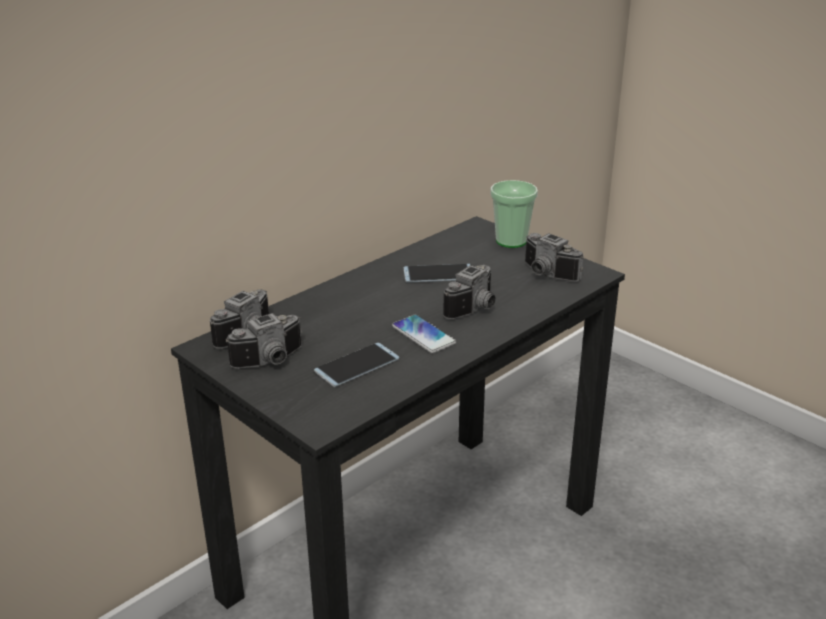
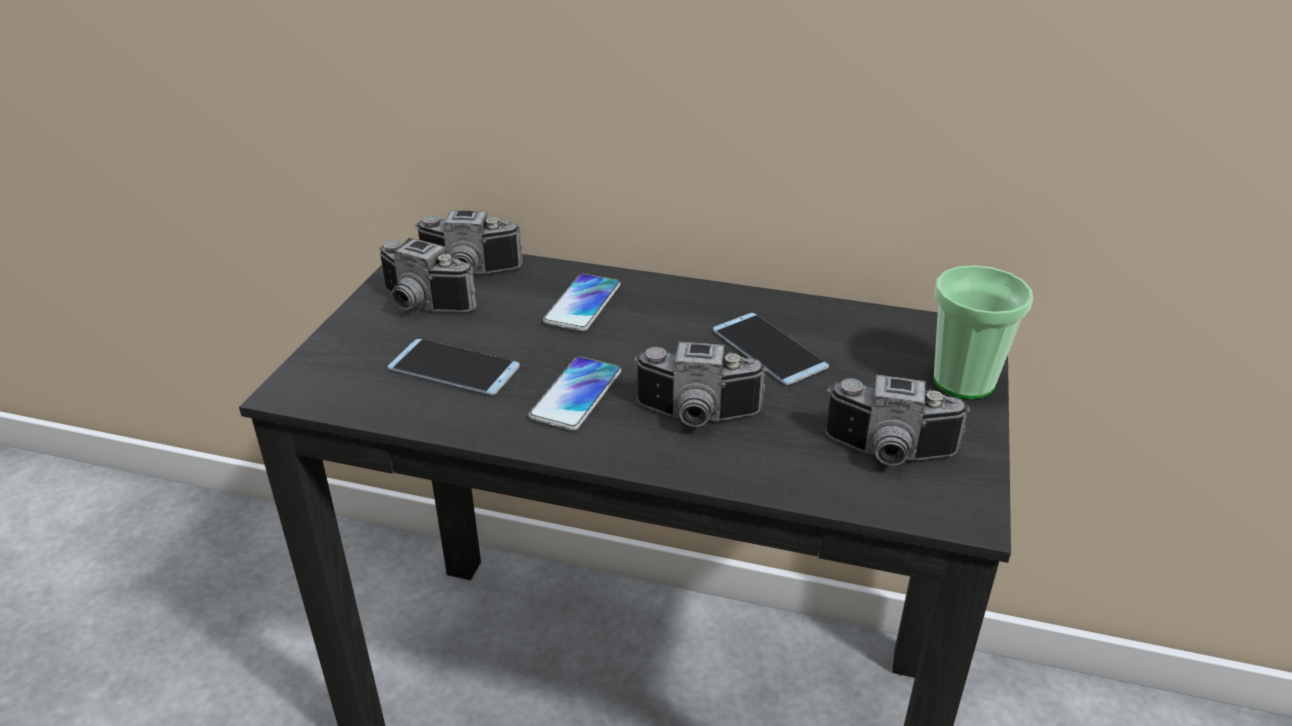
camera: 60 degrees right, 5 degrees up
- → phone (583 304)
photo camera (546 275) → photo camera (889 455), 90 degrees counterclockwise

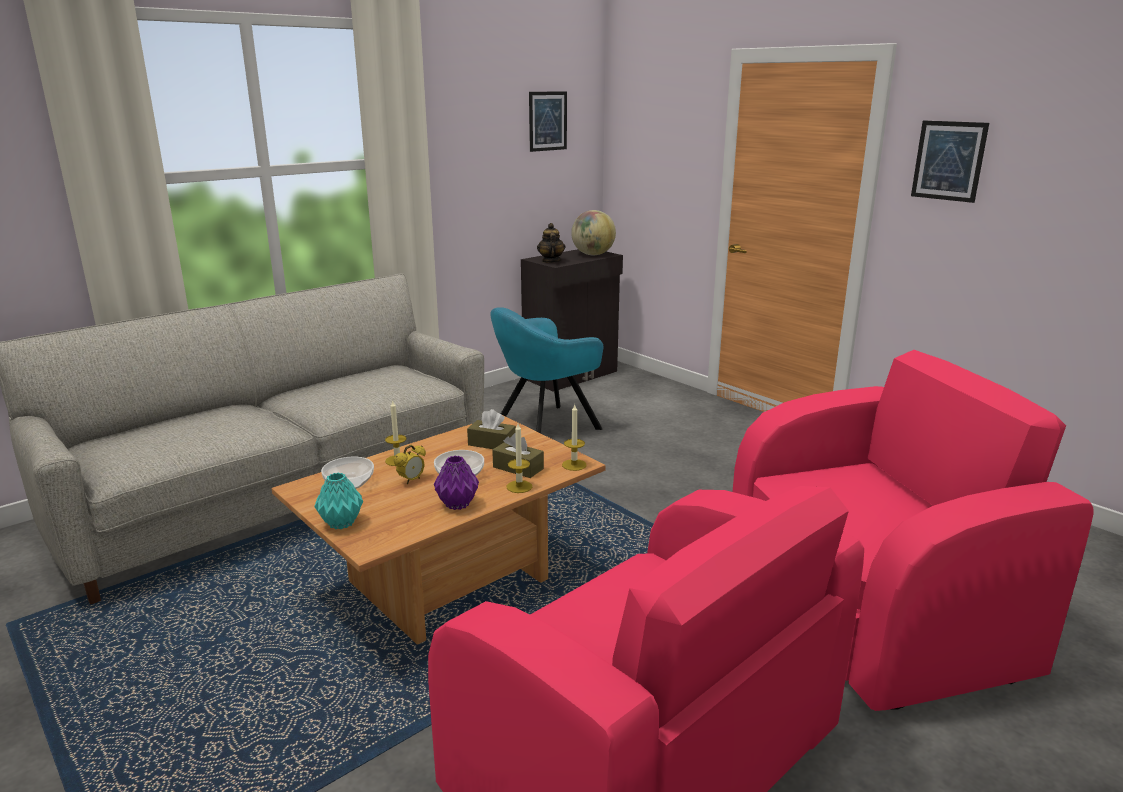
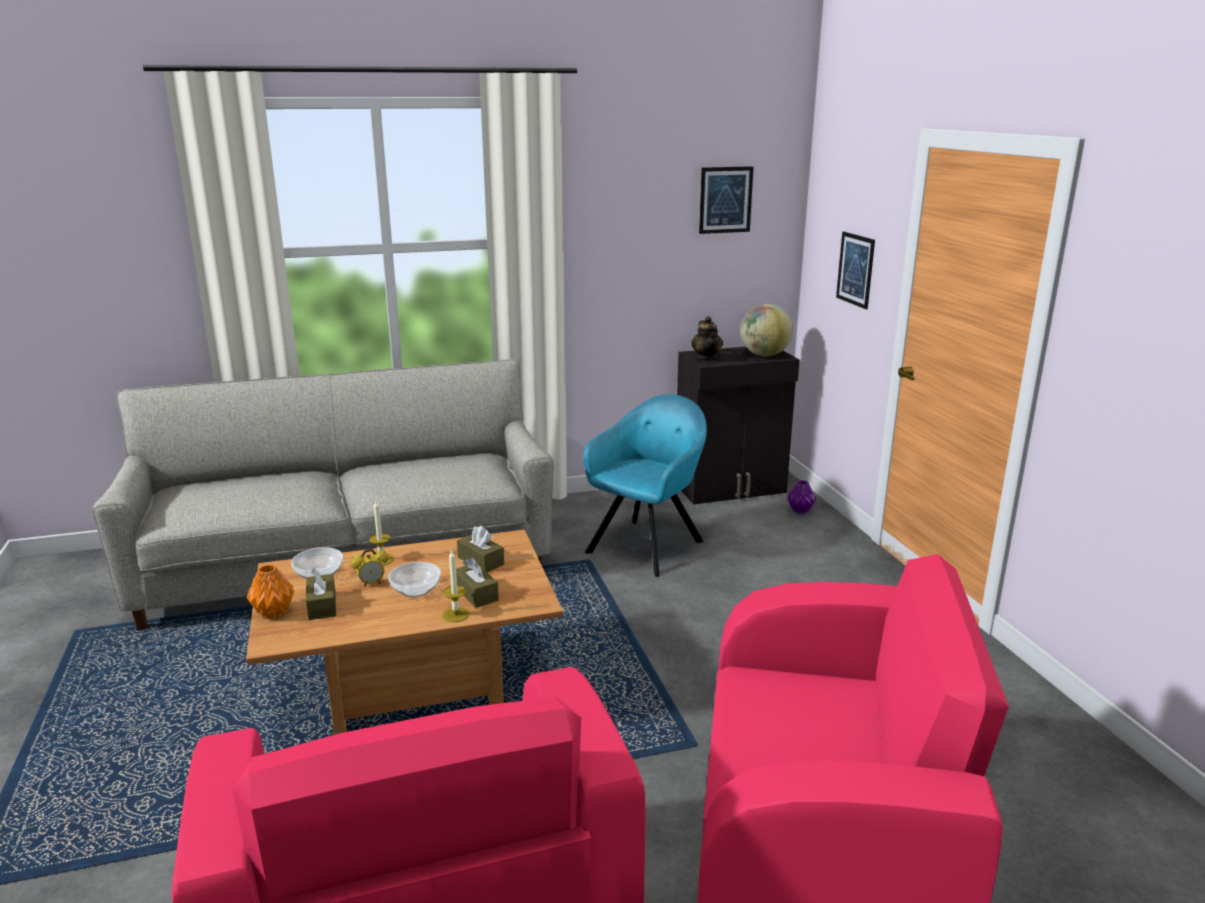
camera: 25 degrees right, 0 degrees up
turquoise vase (341 524) → orange vase (273 613)
- → brown tissue box (322 605)
turquoise armchair (544 427) → turquoise armchair (648 544), 135 degrees clockwise
teapot (551 261) → teapot (706 358), 150 degrees clockwise
purple vase (457 504) → purple vase (800 511), relocated
picture (948 161) → picture (855 269), relocated
candle (574 465) → -

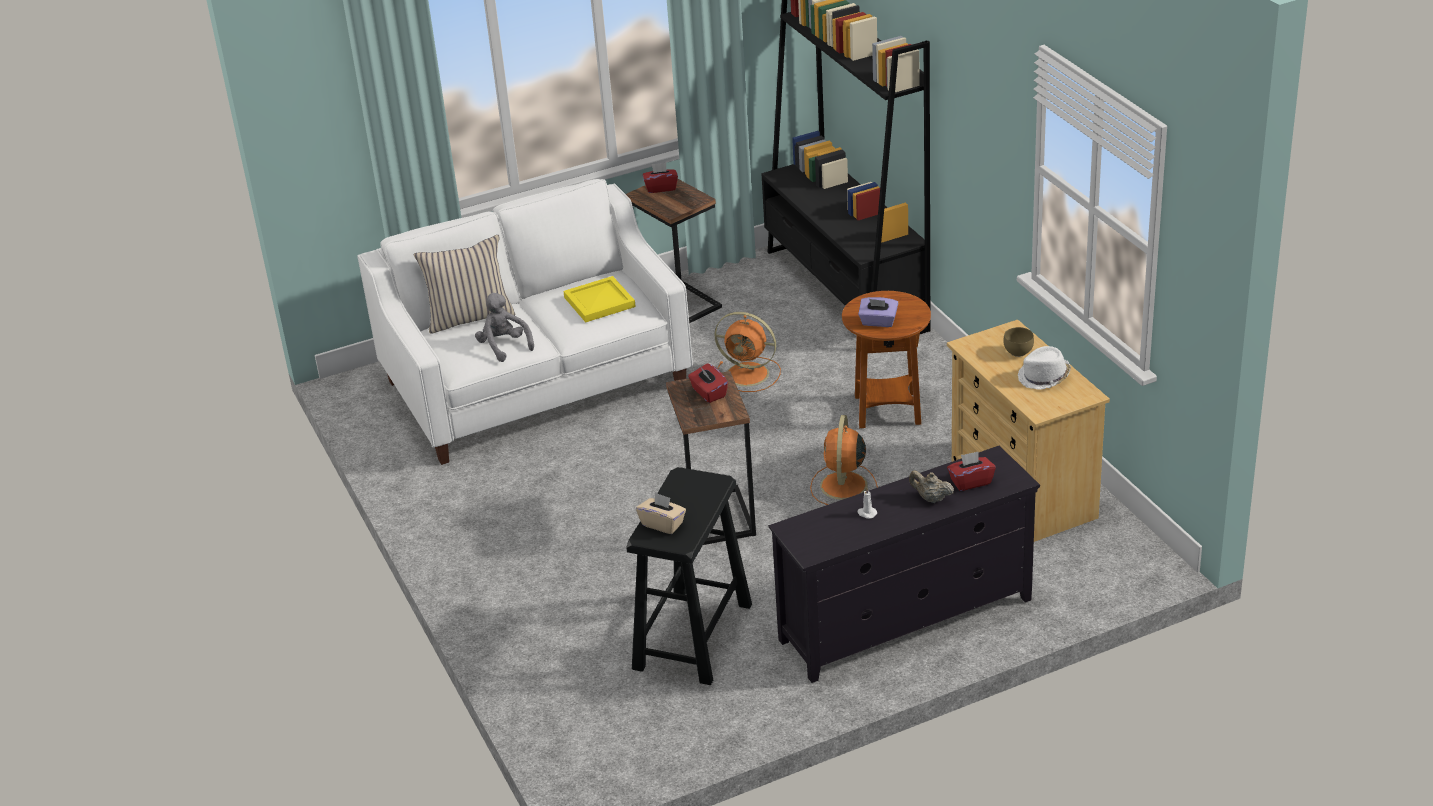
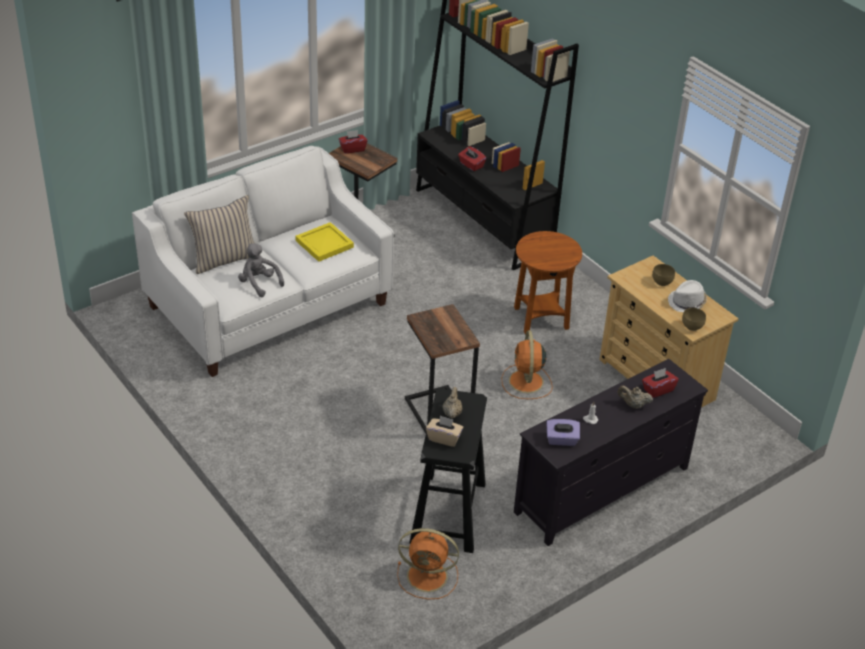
camera: 15 degrees left, 5 degrees up
orange fan (749 374) → orange fan (429 576), relocated
- → beige teapot (452 413)
red tissue box (708 393) → red tissue box (471 165), relocated
purple tissue box (878 322) → purple tissue box (561 440), relocated
- → brown bowl (692 326)

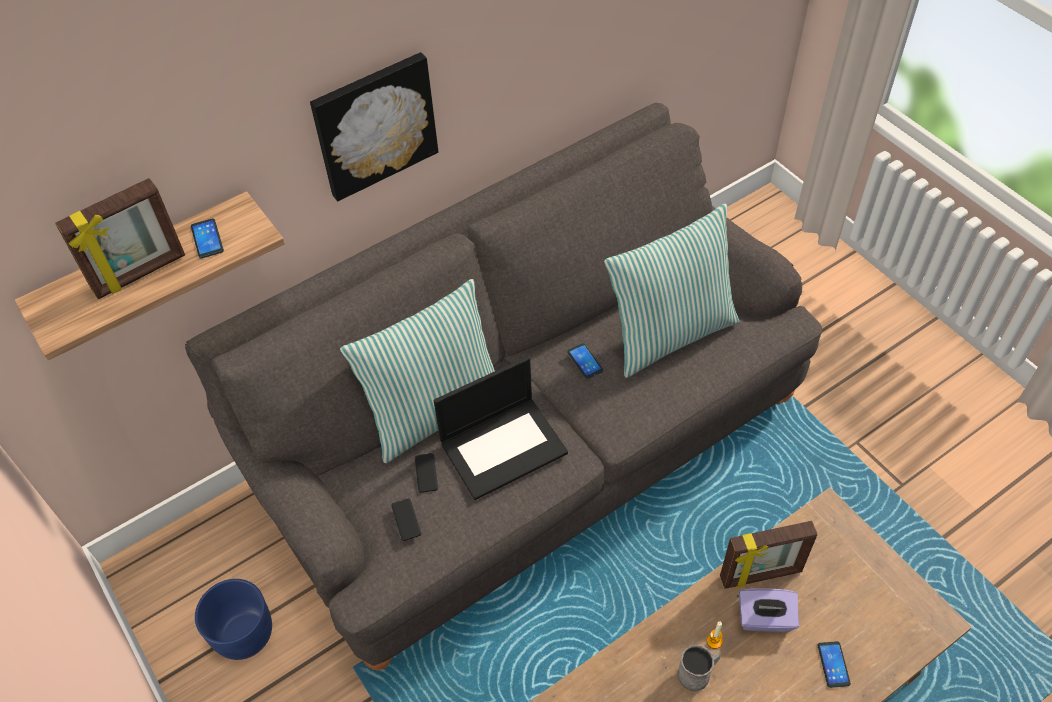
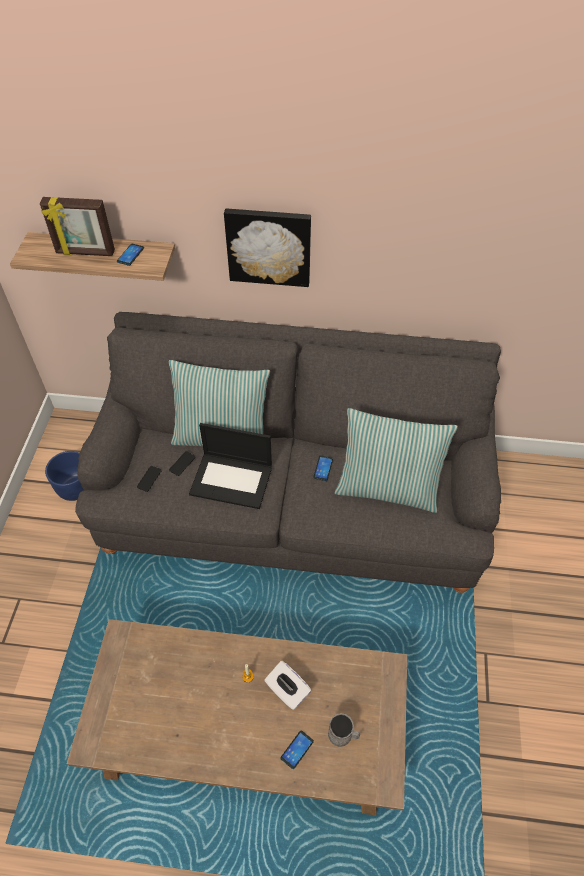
camera: 40 degrees right, 0 degrees up
purple tissue box (765 619) → white tissue box (287 691)
grey mug (697 673) → grey mug (343 735), relocated
picture frame (761 575) → -

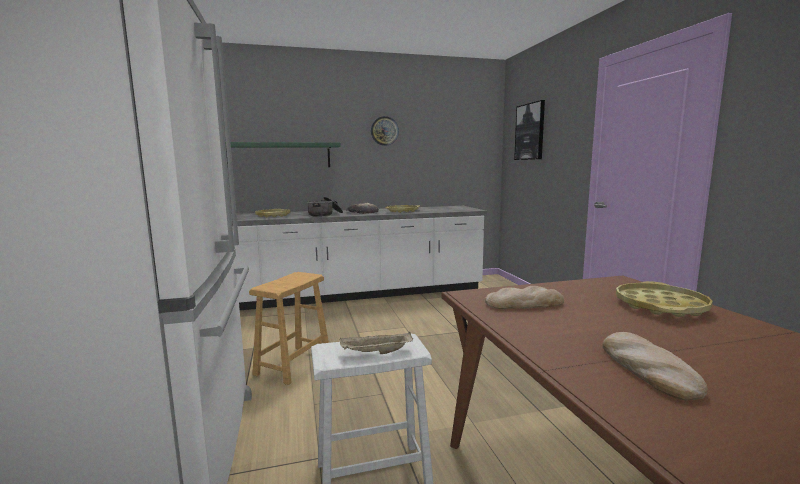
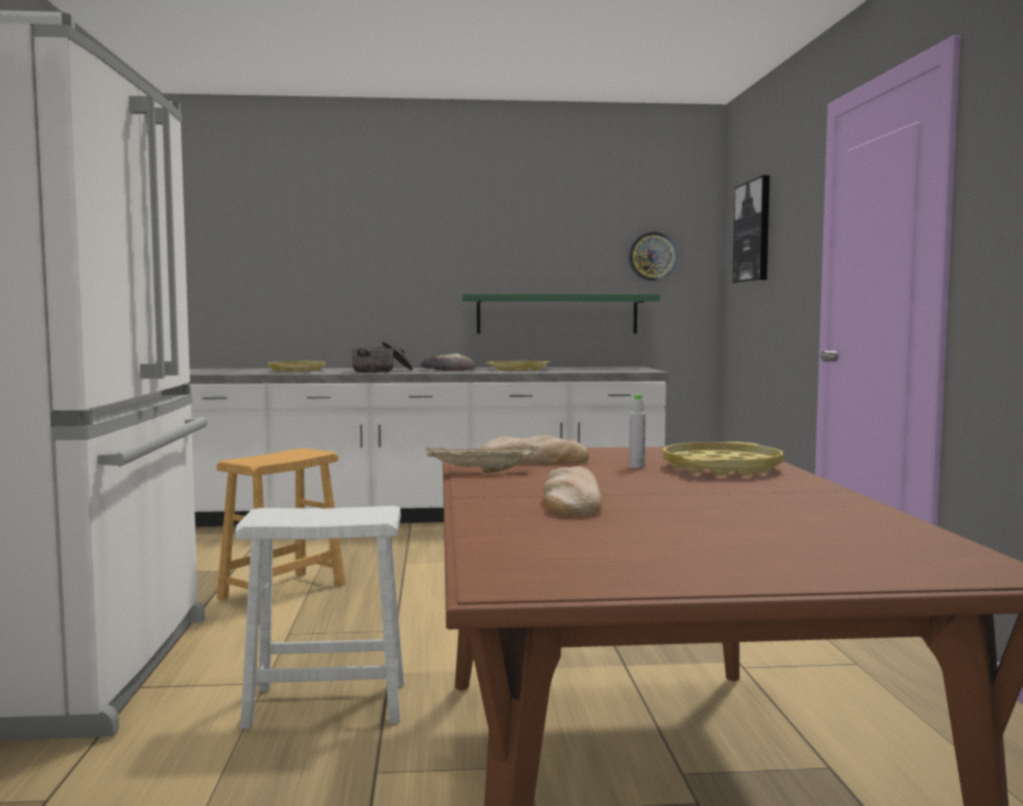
camera: 10 degrees right, 5 degrees down
beige tray (376 353) → beige tray (477 472), relocated
green shelf (279 155) → green shelf (557 314), relocated
wall clock (384 131) → wall clock (652 256), relocated
- → grey bottle (636 467)

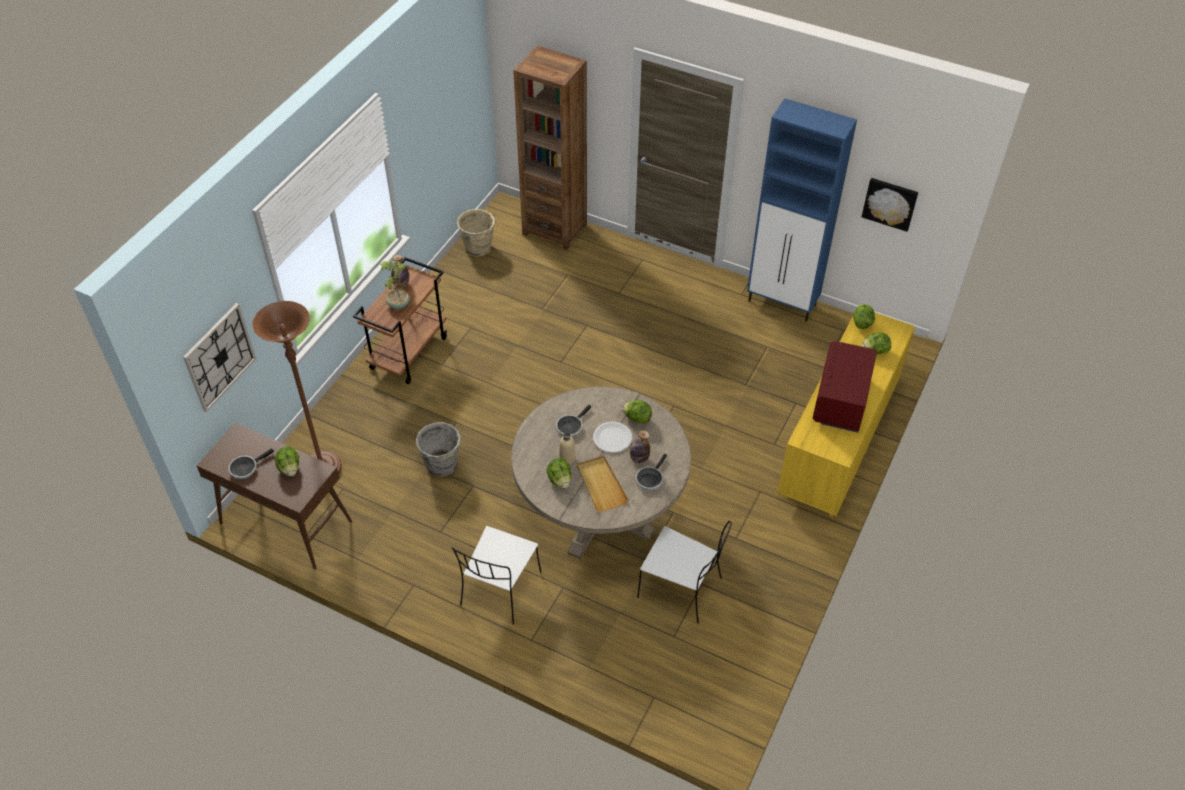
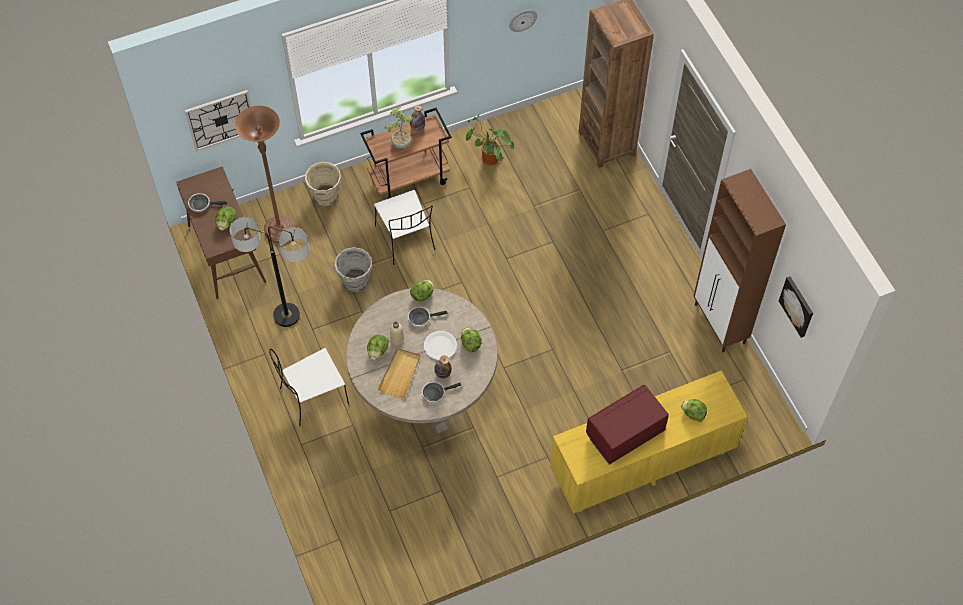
camera: 40 degrees right, 10 degrees up
- → floor lamp (286 315)
beige bucket (479 248) → beige bucket (325 197), relocated
white chair (682 588) → white chair (406 239), relocated
lettuce (861 322) → lettuce (423 294), relocated
- → potted plant (488 159)
- → wall clock (522 20)
blue cabinet (782 303) → brown cabinet (720 324)

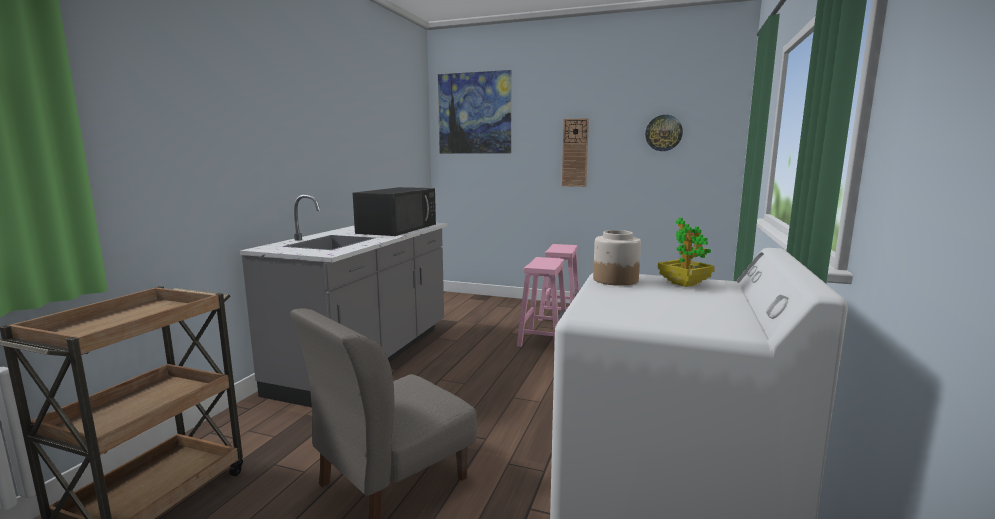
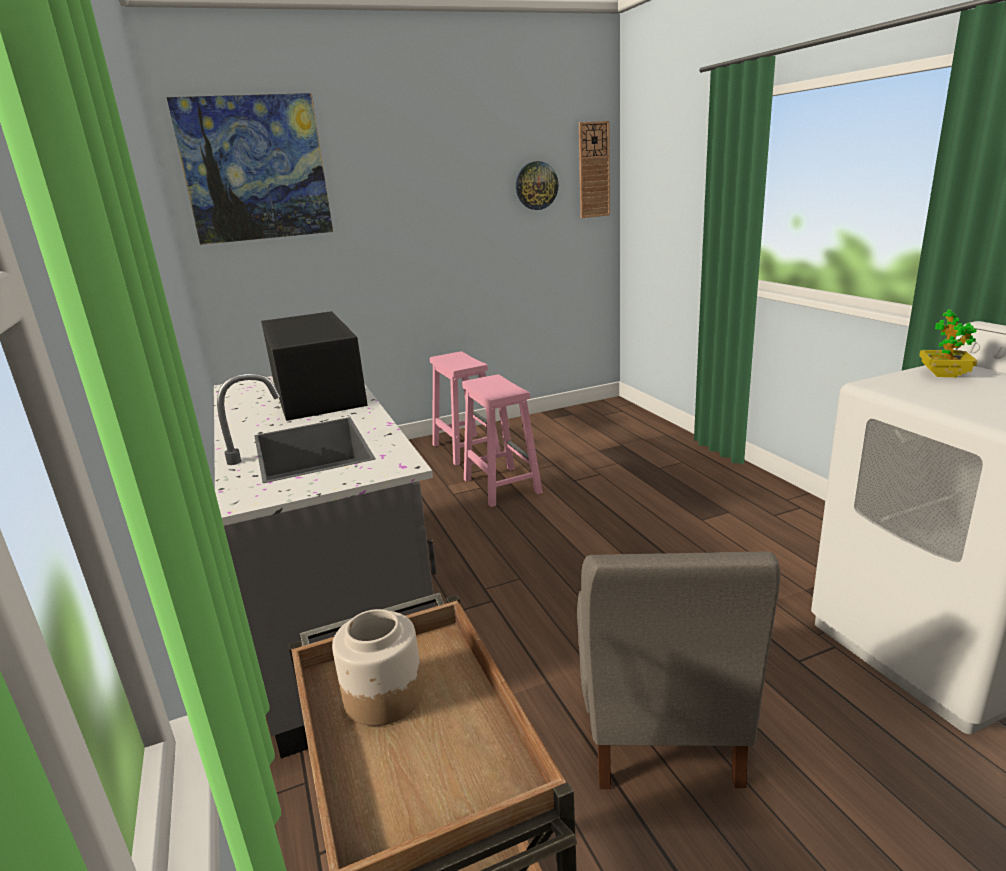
camera: 40 degrees left, 10 degrees up
jar (615 280) → jar (382 696), relocated
wall clock (575 153) → wall clock (594 170), relocated

